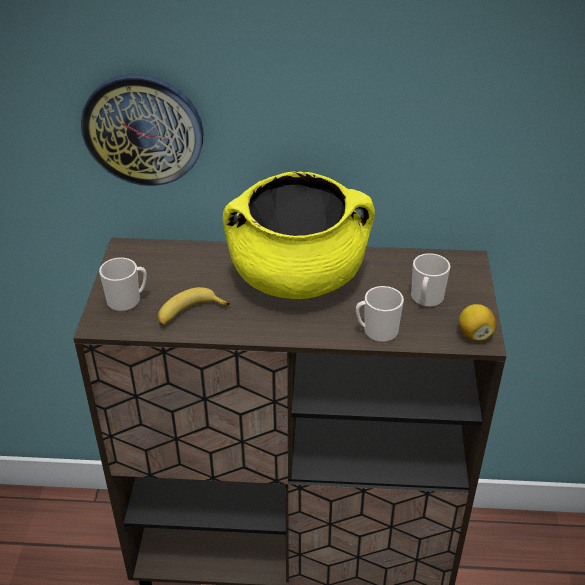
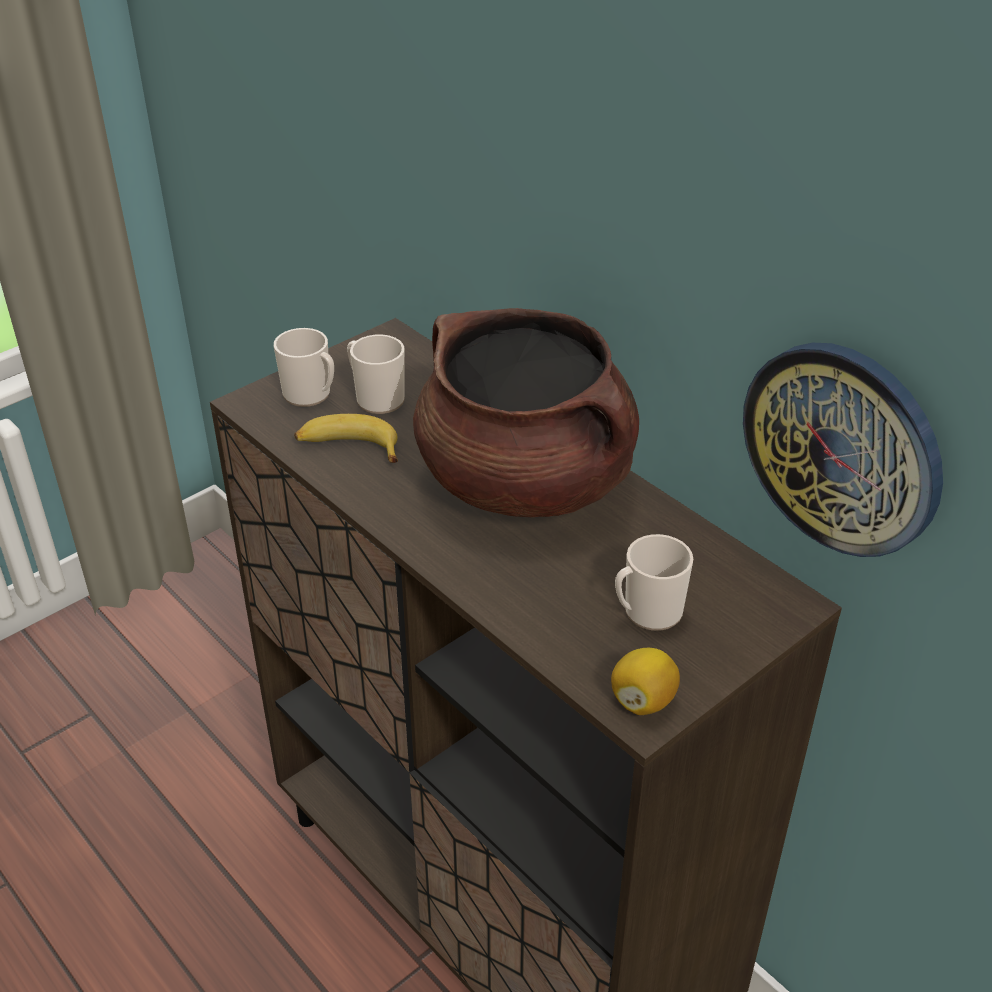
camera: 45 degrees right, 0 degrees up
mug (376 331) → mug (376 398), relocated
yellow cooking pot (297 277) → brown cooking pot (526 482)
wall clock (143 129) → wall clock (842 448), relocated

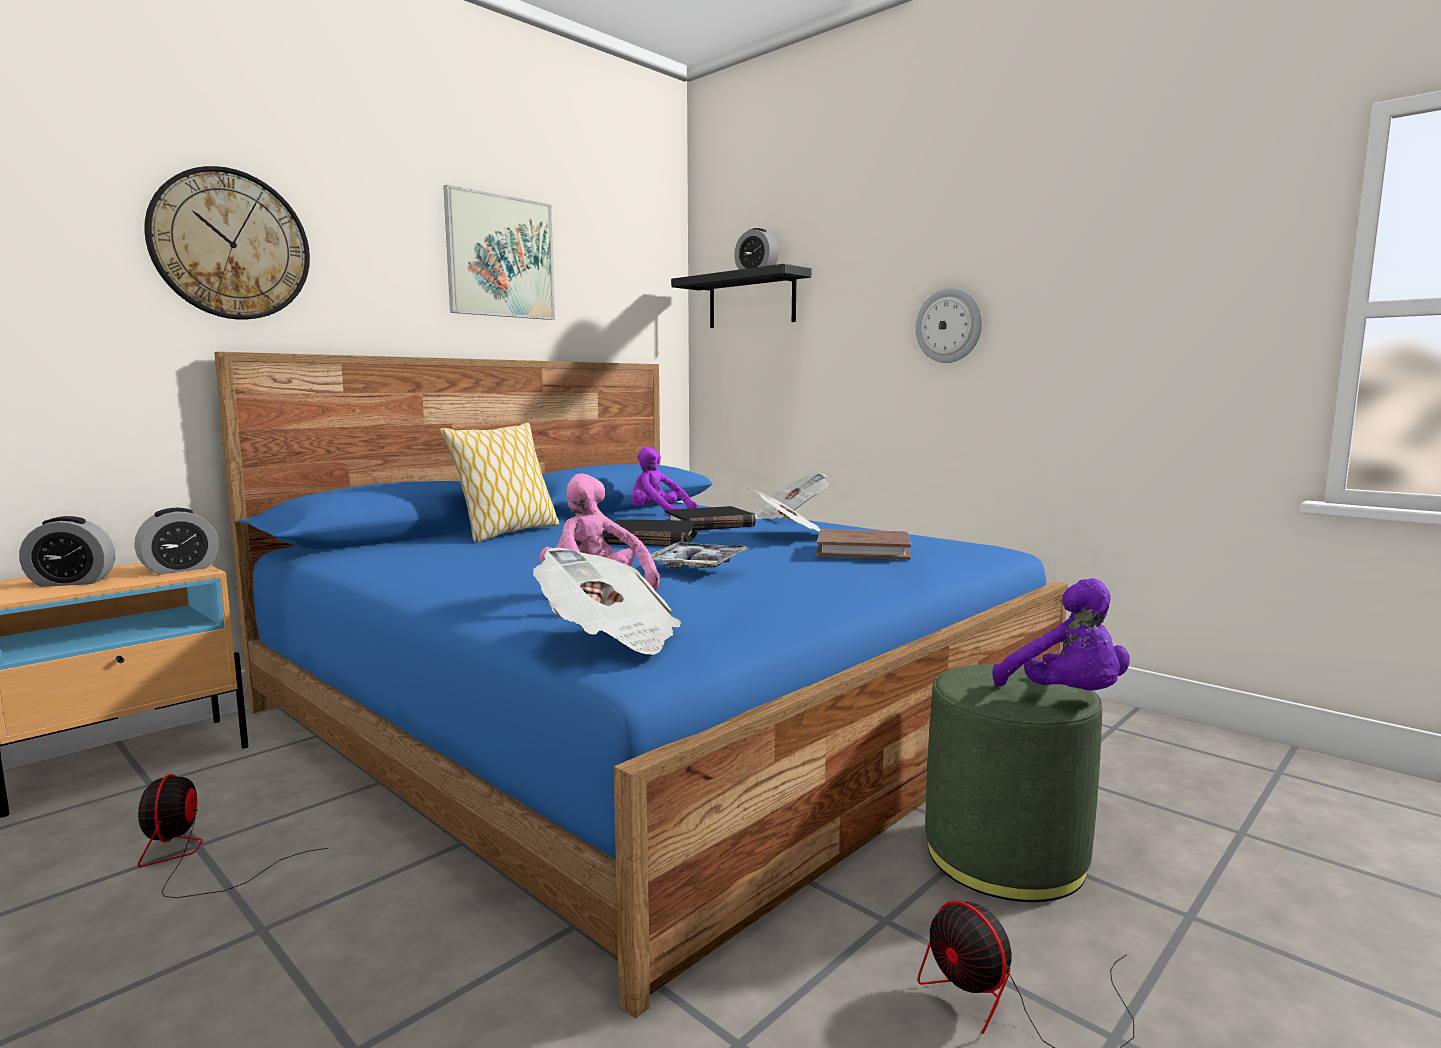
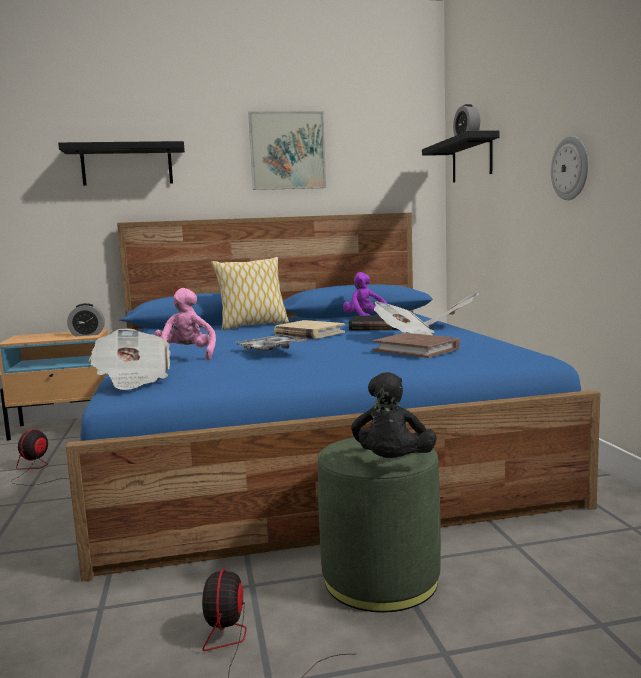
camera: 35 degrees right, 0 degrees up
wall clock (230 245) → black shelf (127 165)
black book (651 539) → beige book (309 333)
purple plush toy (1067 697) → black plush toy (392 463)
alarm clock (72 582) → -

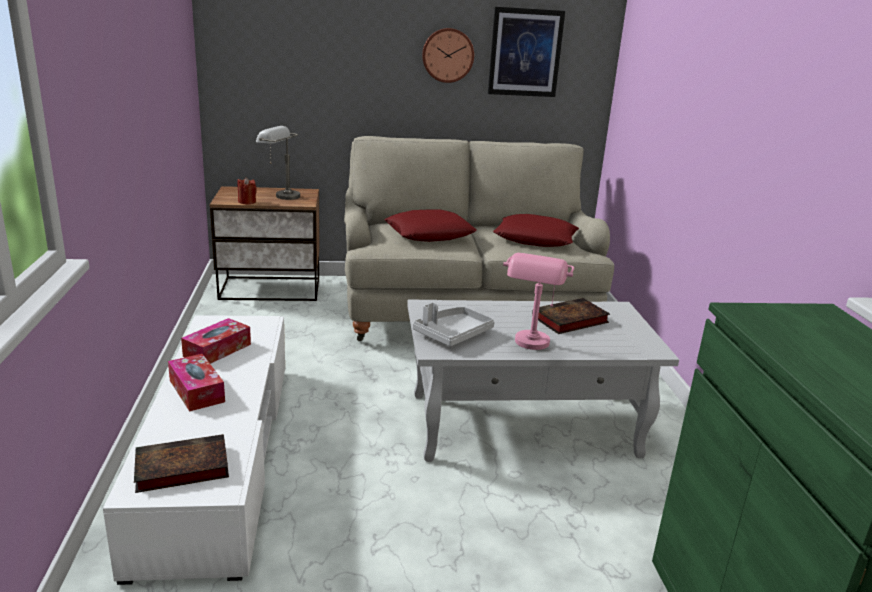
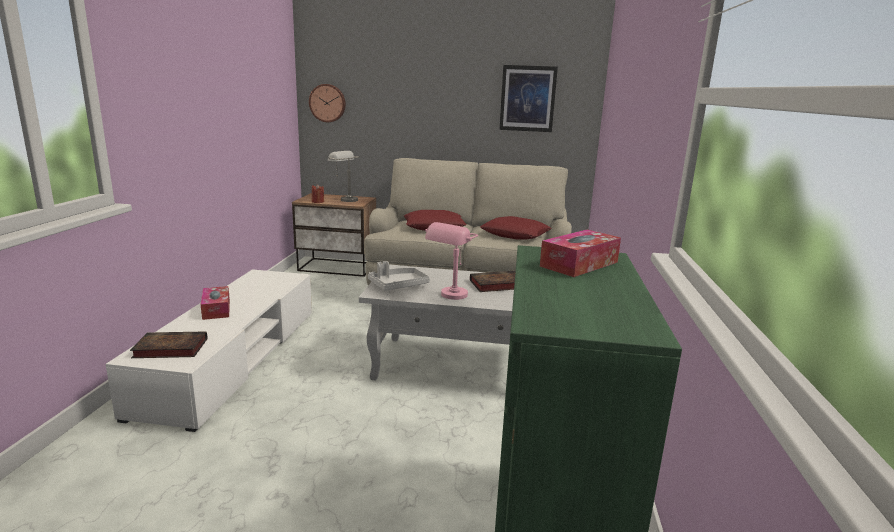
camera: 15 degrees right, 5 degrees down
wall clock (447 55) → wall clock (328 103), relocated
tissue box (217 350) → tissue box (579 264), relocated

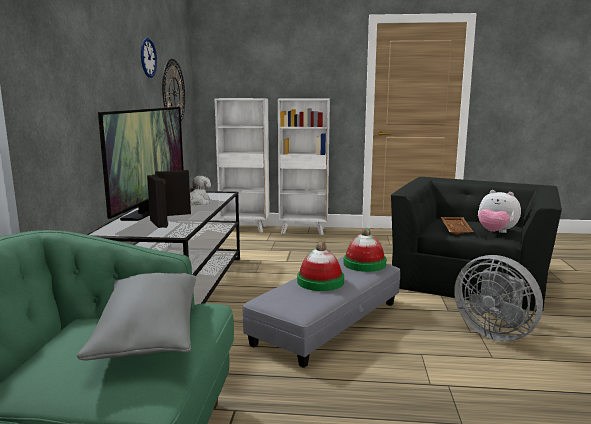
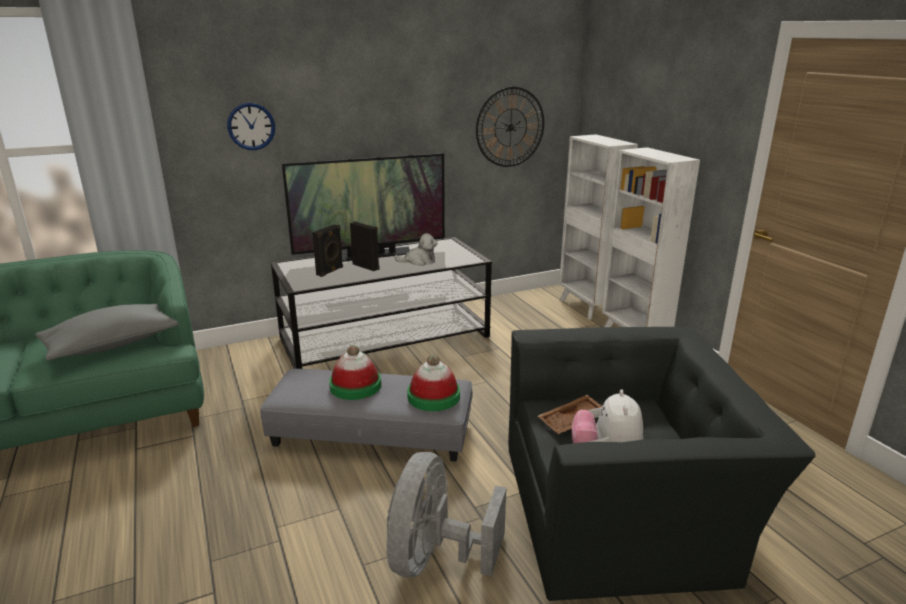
camera: 60 degrees right, 10 degrees up
wall clock (148 58) → wall clock (251 126), relocated

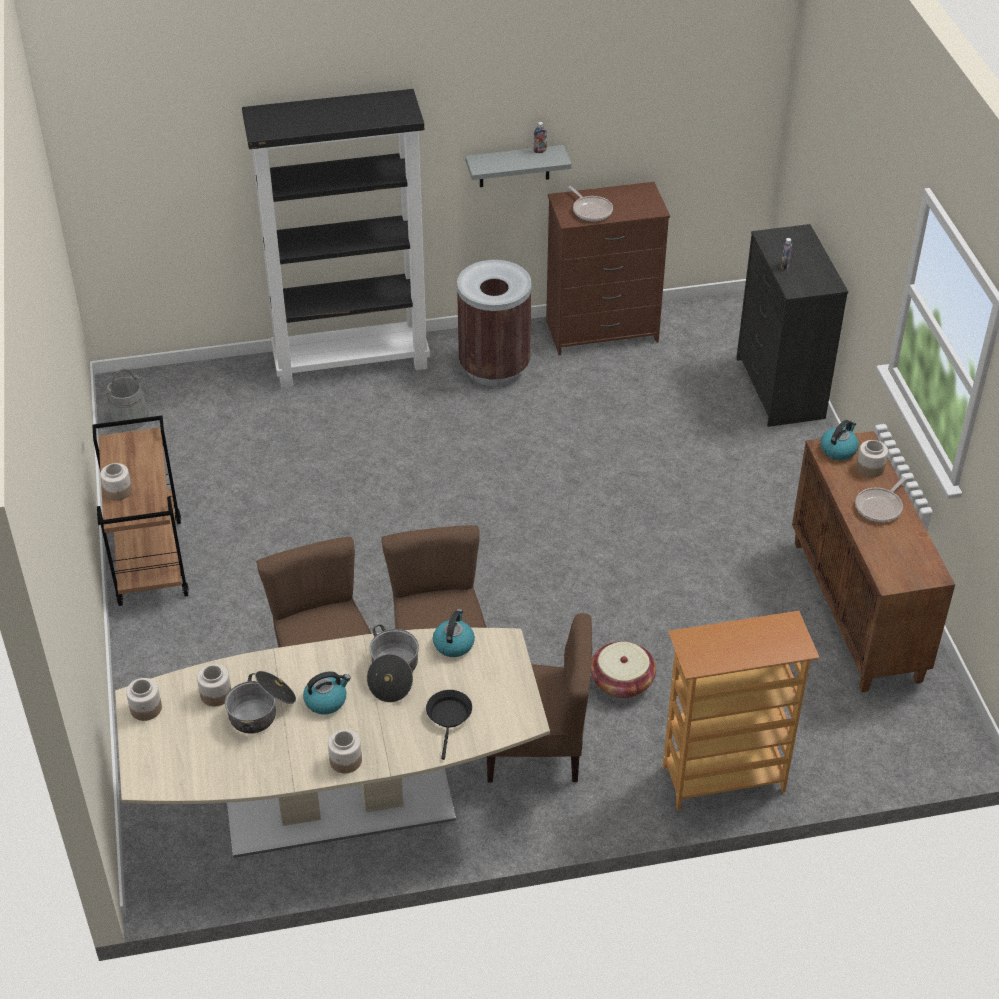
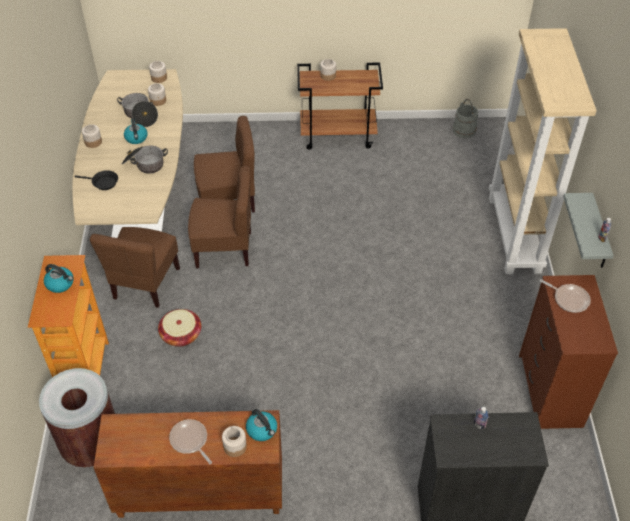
camera: 100 degrees right, 5 degrees up
brown trash can (494 368) → brown trash can (91 445), relocated
kettle (453 643) → kettle (60 284), relocated
black bookcase (352 361) → beige bookcase (515 234)
frying pan (591 210) → frying pan (569 299), 120 degrees counterclockwise

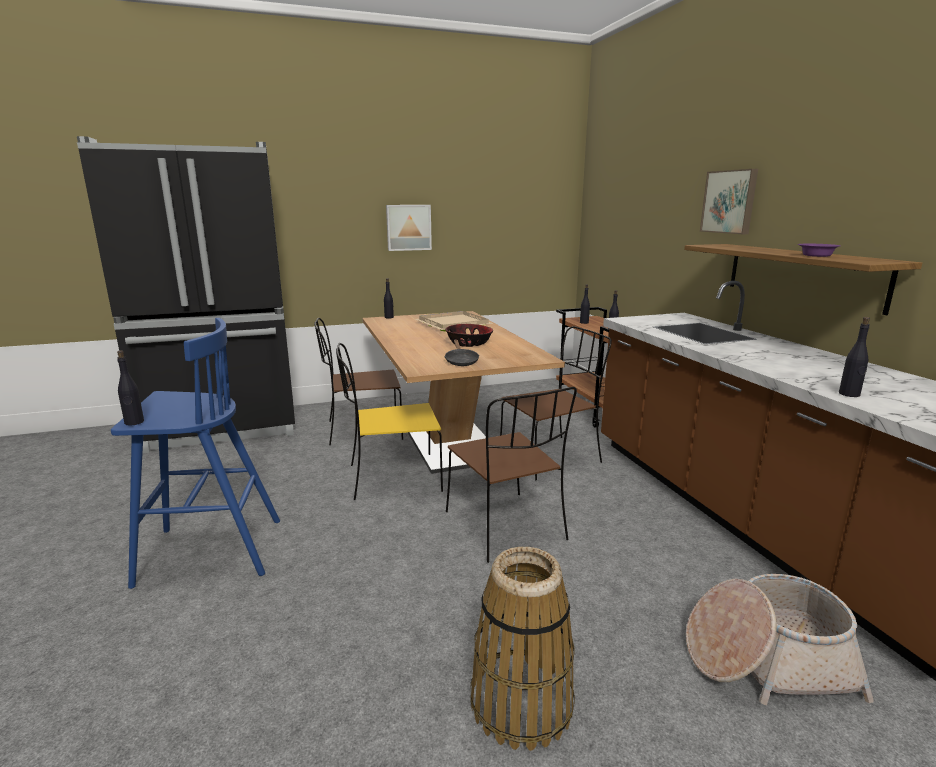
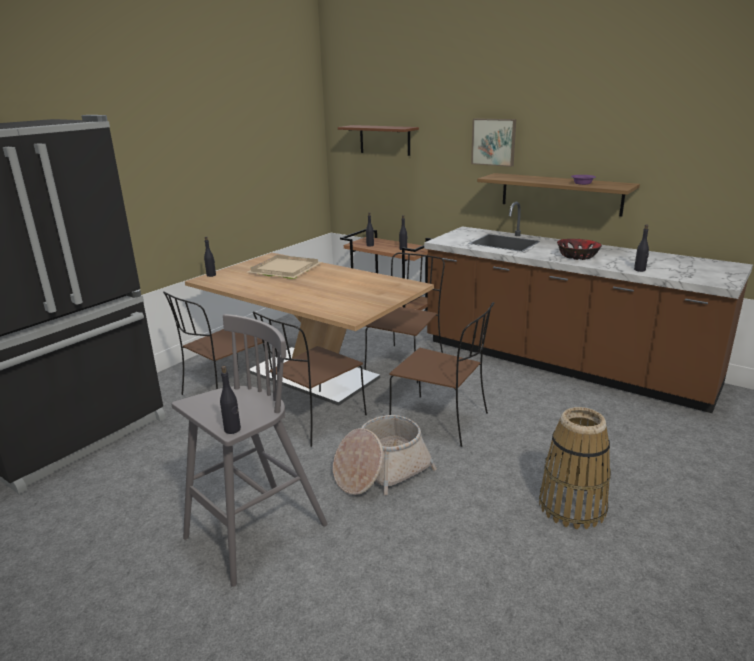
camera: 35 degrees left, 5 degrees up
blue stool (208 552) → grey stool (253 533)
yellow chair (392 478) → brown chair (314 420)
basket (766 660) → basket (381 471), relocated
- → brown shelf (384 140)
bowl (469 343) → bowl (577 256), relocated
picture (408 227) → -
black frying pan (461 361) → -

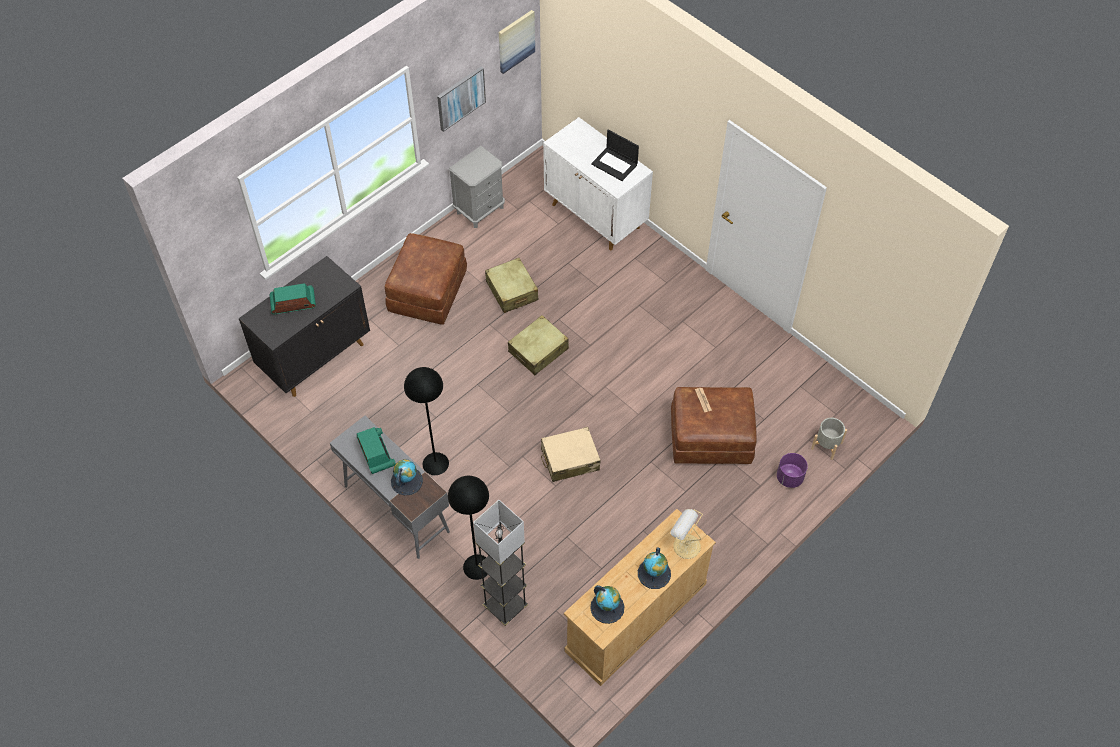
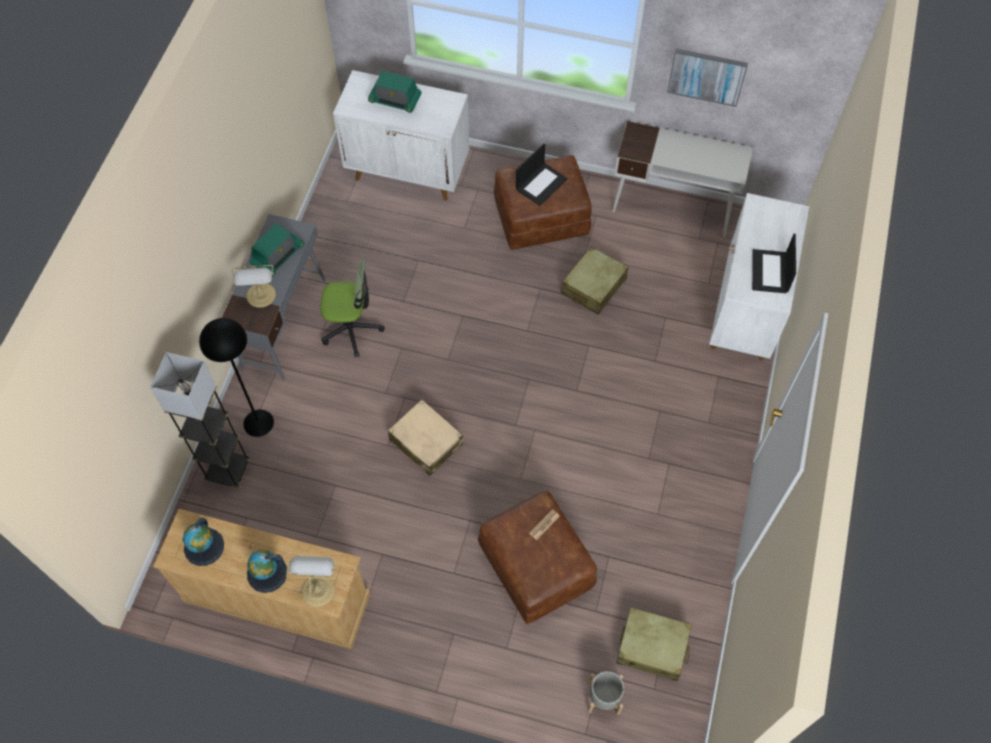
camera: 60 degrees right, 5 degrees up
globe (406 481) → table lamp (261 296)
black floor lamp (436 463) → office chair (351 328)
black cabinet (316 356) → white cabinet (408 171)
radio (293 303) → radio (395 99), 150 degrees clockwise
- → laptop (541 183)
grey nightstand (480 209) → white desk (673 207)
beige suitcase (538 350) → beige suitcase (652 647), relocated
picture (516 41) → -
purple planter (789 477) → -

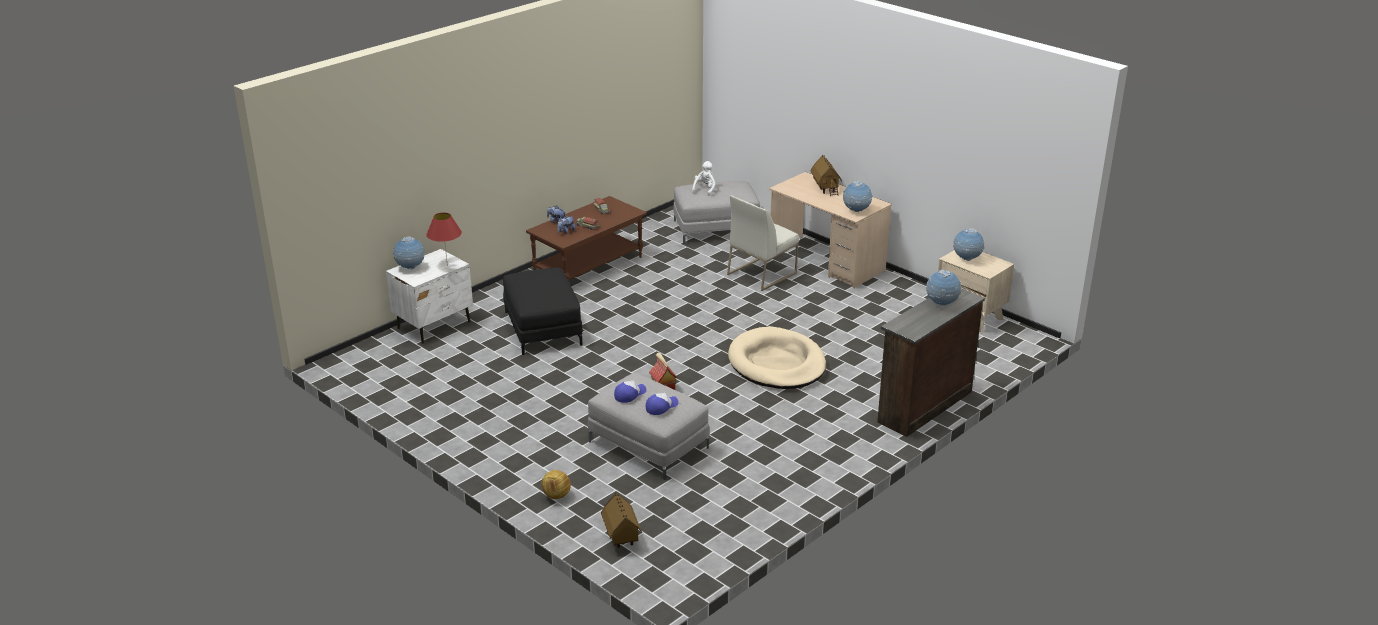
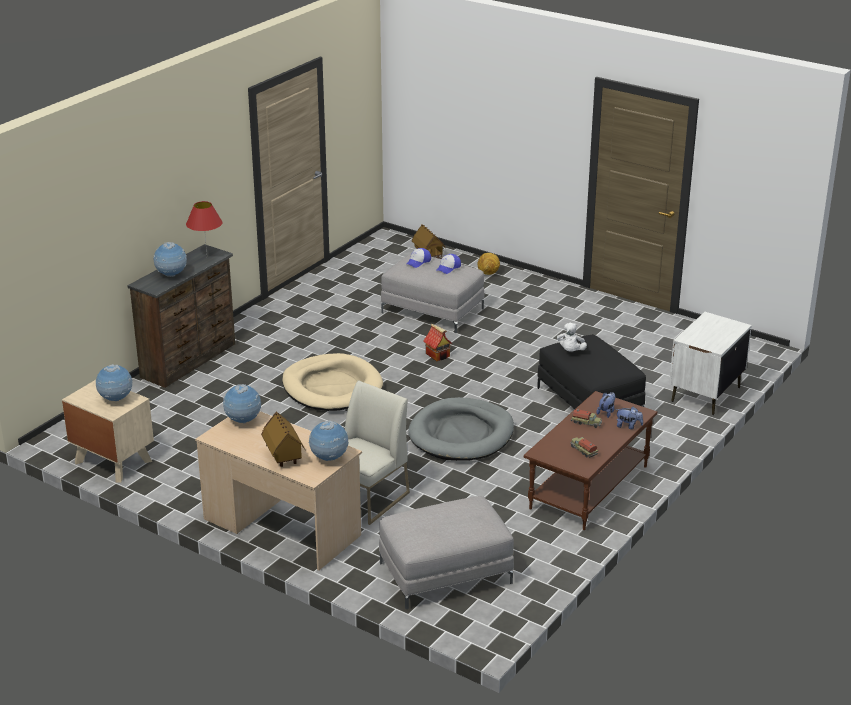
camera: 170 degrees right, 0 degrees up
red table lamp (447 265) → red table lamp (206 257), relocated
globe (410 268) → globe (329 459), relocated
- → grey dog bed (461 434)
white plush toy (705 189) → white plush toy (571 351), relocated

